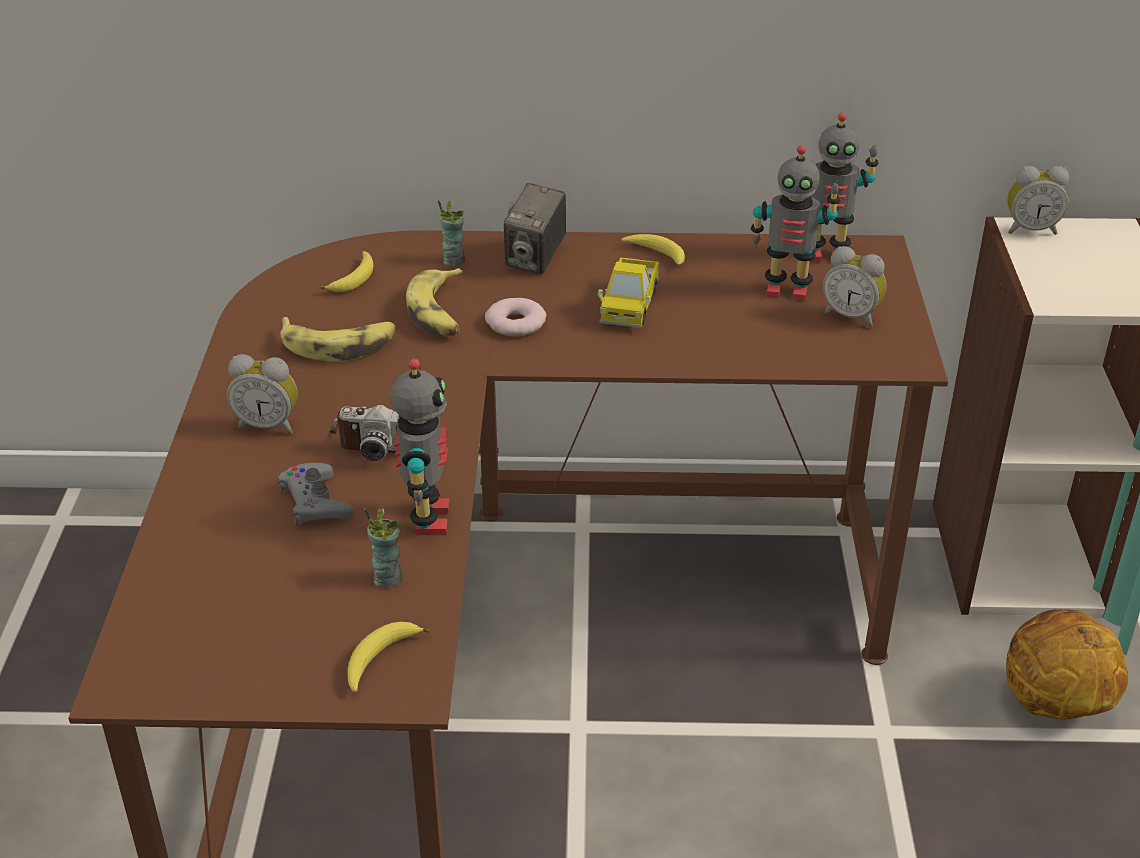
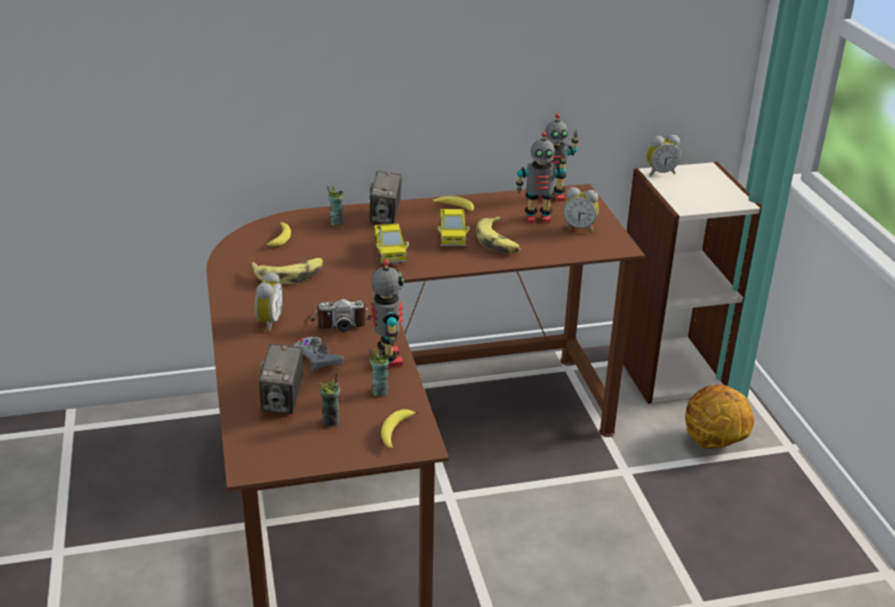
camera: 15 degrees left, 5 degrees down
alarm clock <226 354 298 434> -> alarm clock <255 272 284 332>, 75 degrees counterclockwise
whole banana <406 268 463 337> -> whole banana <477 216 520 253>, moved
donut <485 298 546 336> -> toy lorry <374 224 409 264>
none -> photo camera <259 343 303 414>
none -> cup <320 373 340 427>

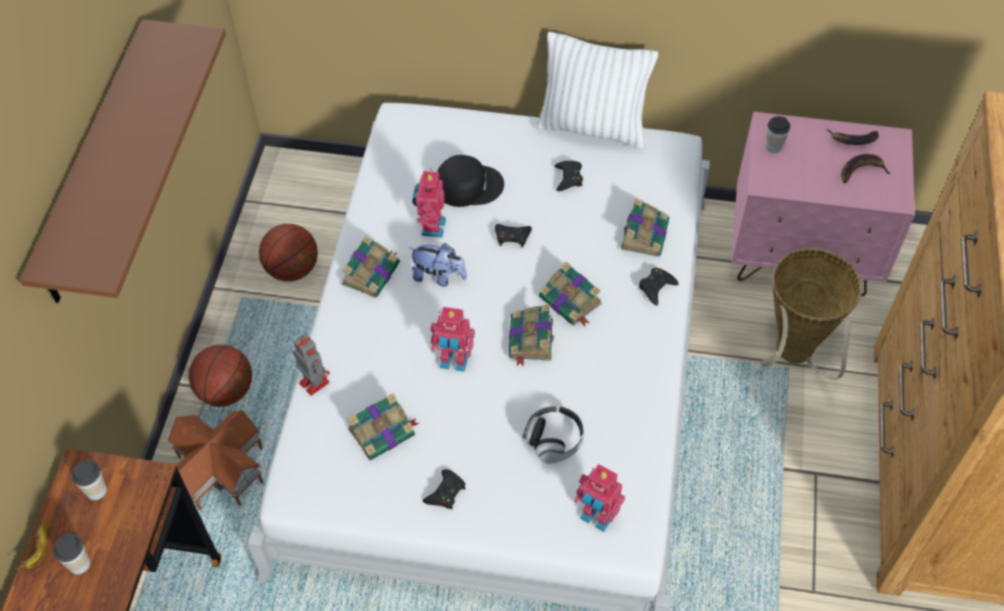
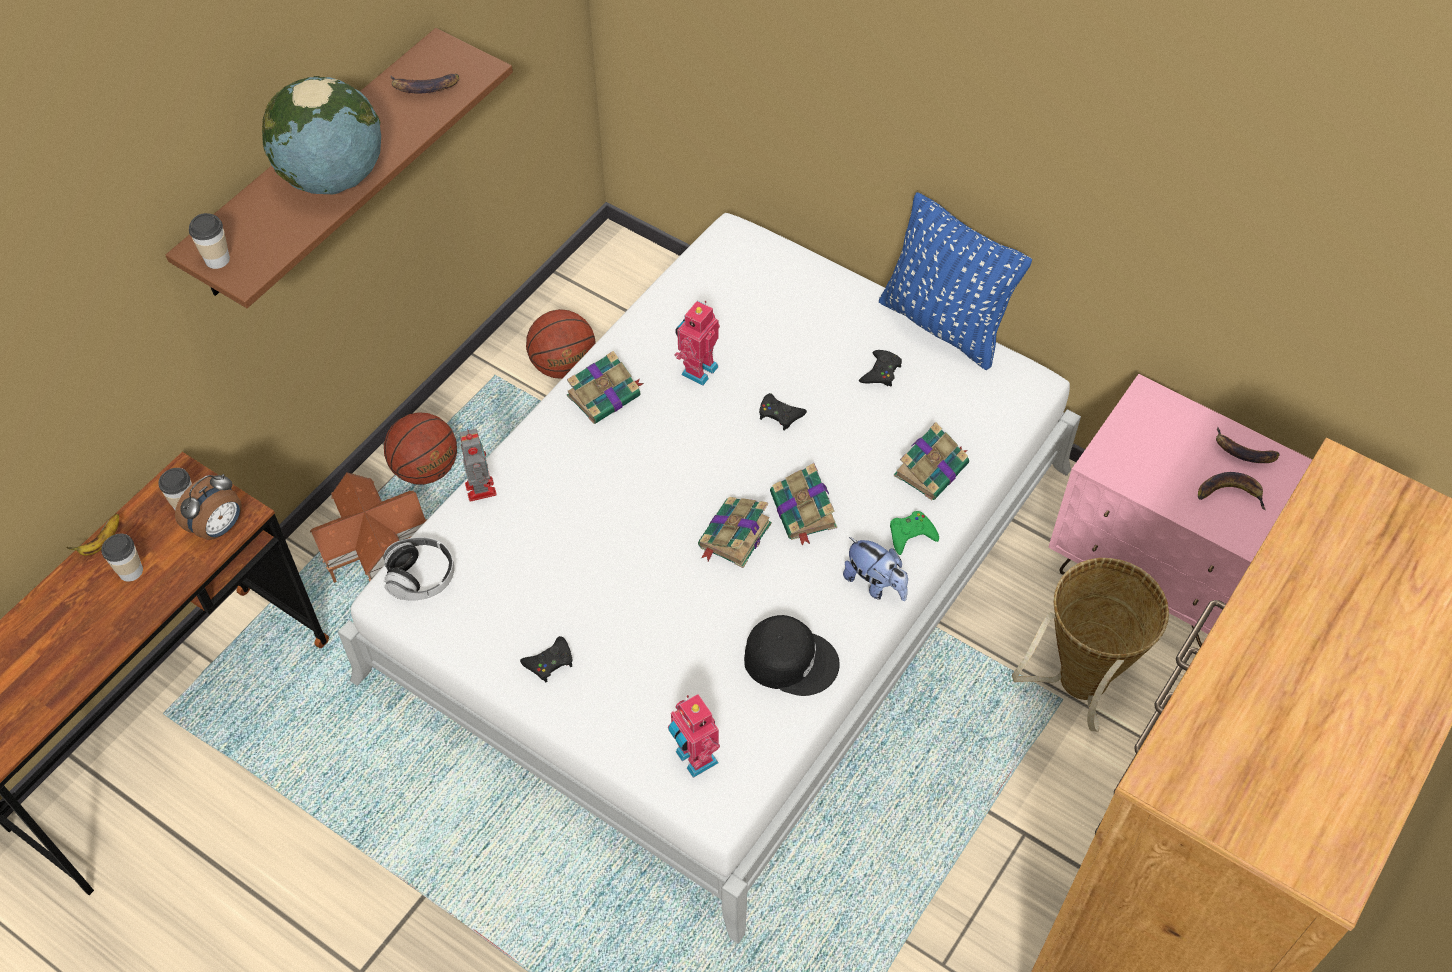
camera: 25 degrees right, 0 degrees up
book <348 393 419 460> -> none
cuddly toy <409 243 467 287> -> cuddly toy <843 537 908 601>, moved
model robot <430 307 475 372> -> none
blackish peaked cap <437 155 504 207> -> blackish peaked cap <744 615 840 696>, moved
pair of headphones <522 406 584 463> -> pair of headphones <384 537 454 601>, moved
whitish cushion <537 32 658 149> -> bluish cushion <879 192 1032 370>
blackish game controller <639 268 678 306> -> greenish game controller <890 511 939 555>
cup <765 116 790 153> -> cup <189 213 230 269>, moved
none -> alarm clock <175 474 242 540>
none -> desk globe <262 76 381 194>
none -> whole banana <391 74 459 93>

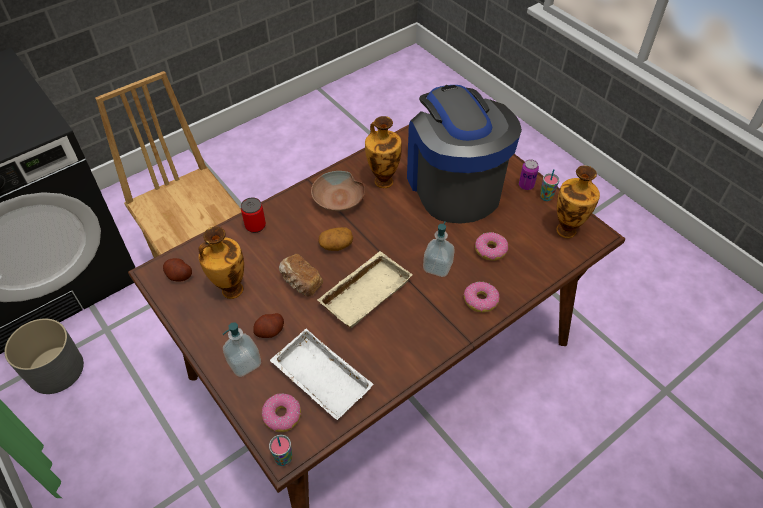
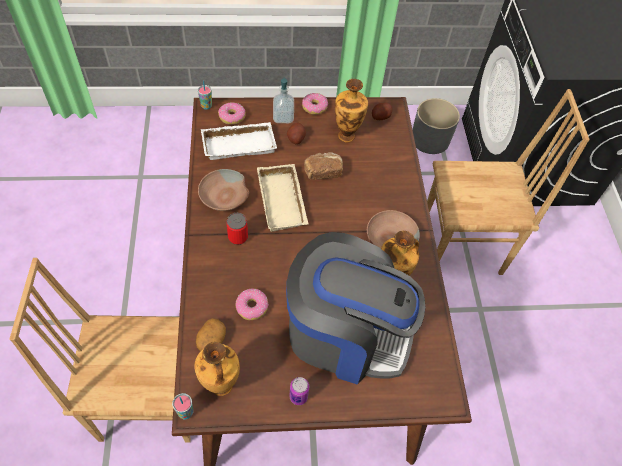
camera: 120 degrees right, 5 degrees up
sealed can <241 197 266 233> -> sealed can <226 213 248 245>, moved
potato <318 227 353 251> -> potato <196 318 226 351>, moved
liquid soap bottle <423 221 455 277> -> none
donut <464 282 500 313> -> donut <302 93 328 115>, moved
cup <540 169 559 201> -> cup <172 393 193 420>, moved
none -> brown chair <10 258 191 442>
none -> brown deep dish <198 169 249 211>

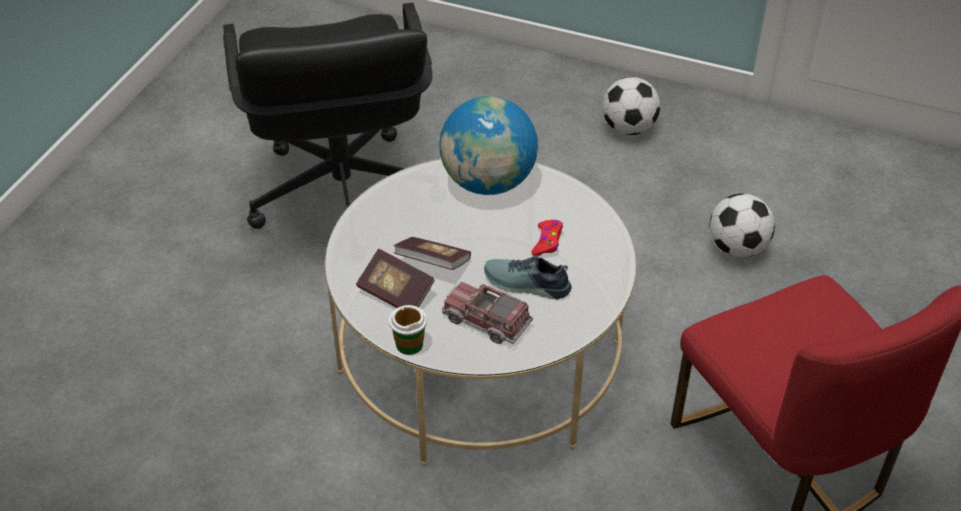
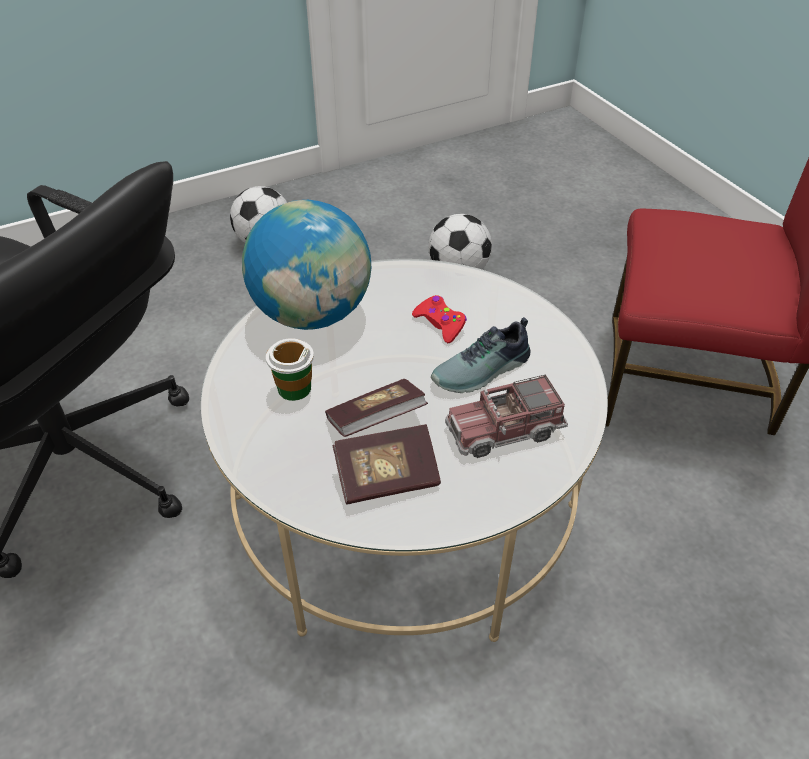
camera: 50 degrees left, 0 degrees up
cup <389 305 427 355> -> cup <266 338 314 401>, moved

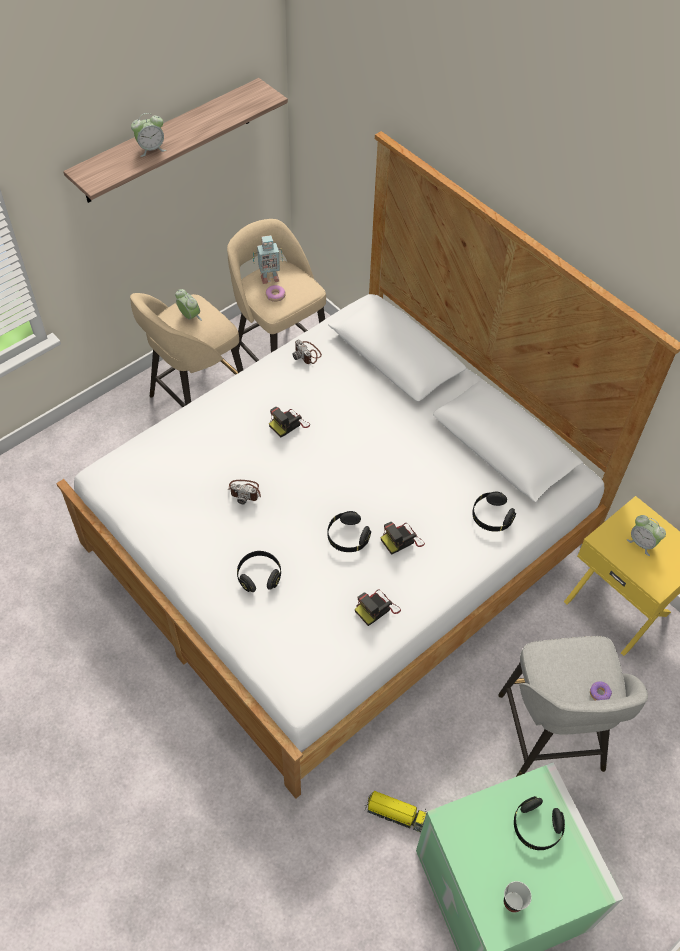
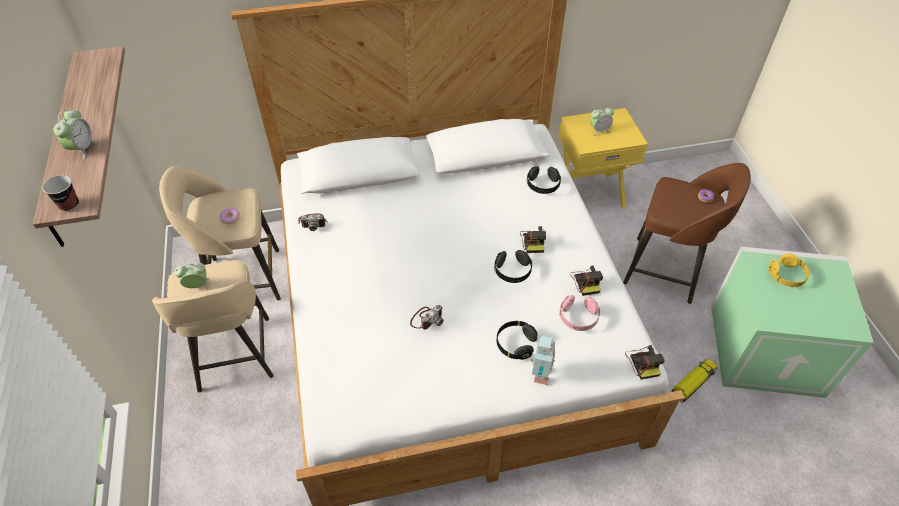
camera: 60 degrees left, 5 degrees down
model robot <253 235 283 284> -> model robot <531 336 555 385>, moved
photo camera <269 407 310 438> -> photo camera <625 345 665 380>, moved
grey stool <498 636 648 777> -> brown stool <623 163 751 304>
cup <504 881 532 913> -> cup <42 175 79 212>, moved
blackish pair of headphones <514 796 565 850> -> yellow-coloured pair of headphones <768 253 810 287>
none -> pink-coloured pair of headphones <559 295 600 331>

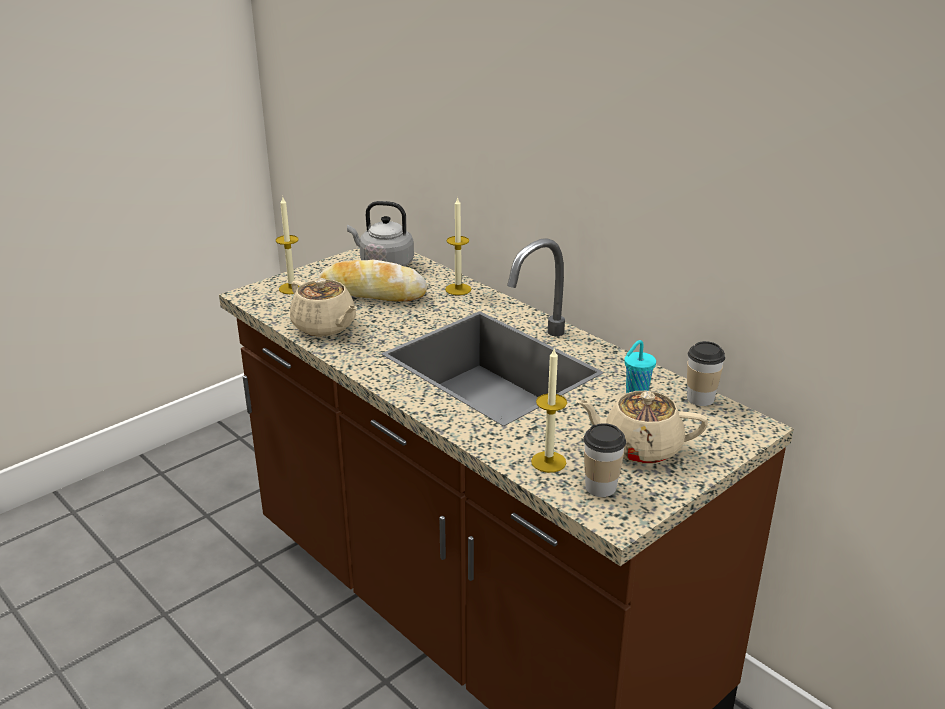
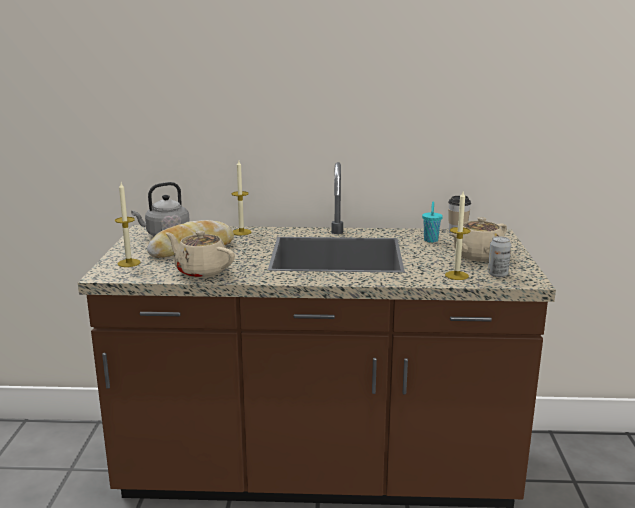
camera: 45 degrees left, 10 degrees down
sand-coloured tea pot <290 278 357 337> -> sand-coloured tea pot <165 231 235 278>, 150 degrees counterclockwise
cup <583 423 626 497> -> sealed can <488 236 511 277>

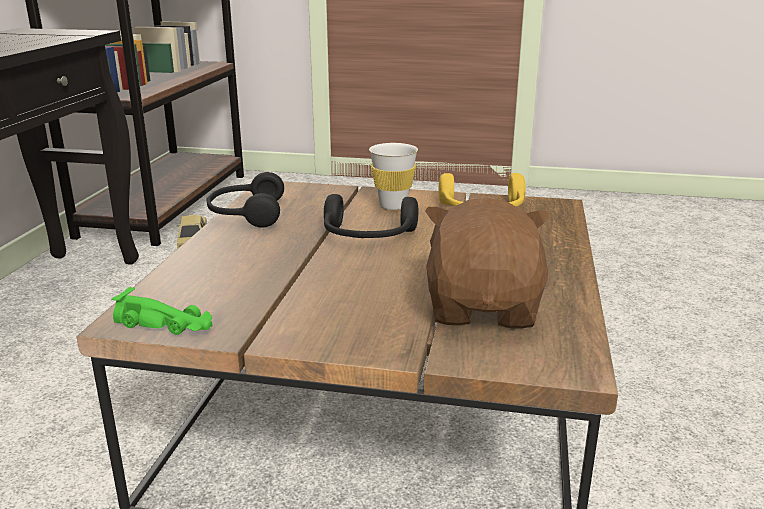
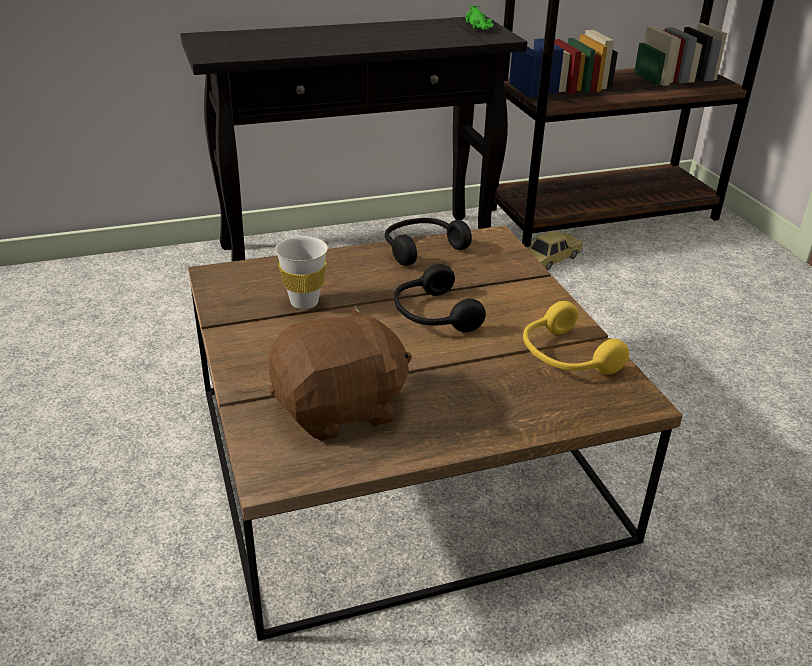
camera: 60 degrees right, 10 degrees up
greenish miniature car <111 287 212 335> -> greenish miniature car <465 5 494 30>, moved
whitish cup <369 143 418 210> -> whitish cup <275 236 328 309>, moved

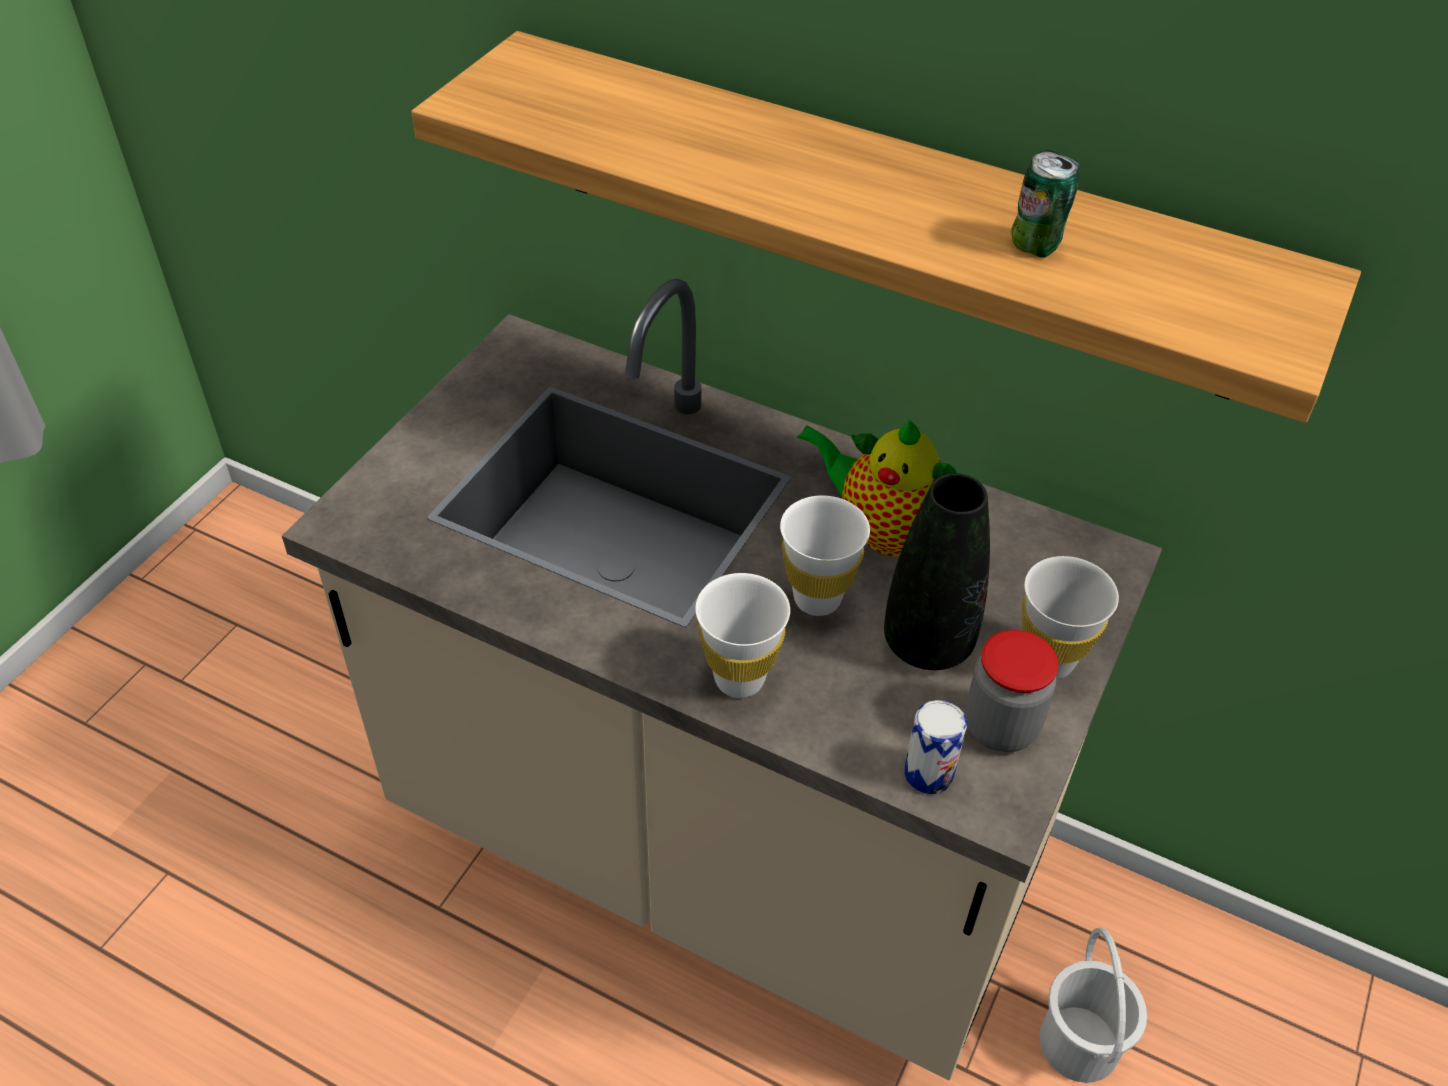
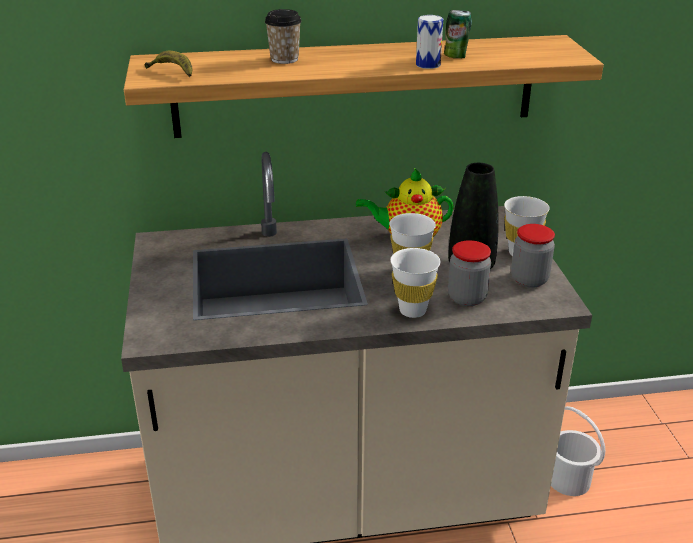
camera: 35 degrees left, 15 degrees down
sealed can <904 700 967 794> -> sealed can <416 15 443 69>, moved
none -> whole banana <144 51 192 77>
none -> cup <265 9 302 64>
none -> storage jar <448 240 491 306>

